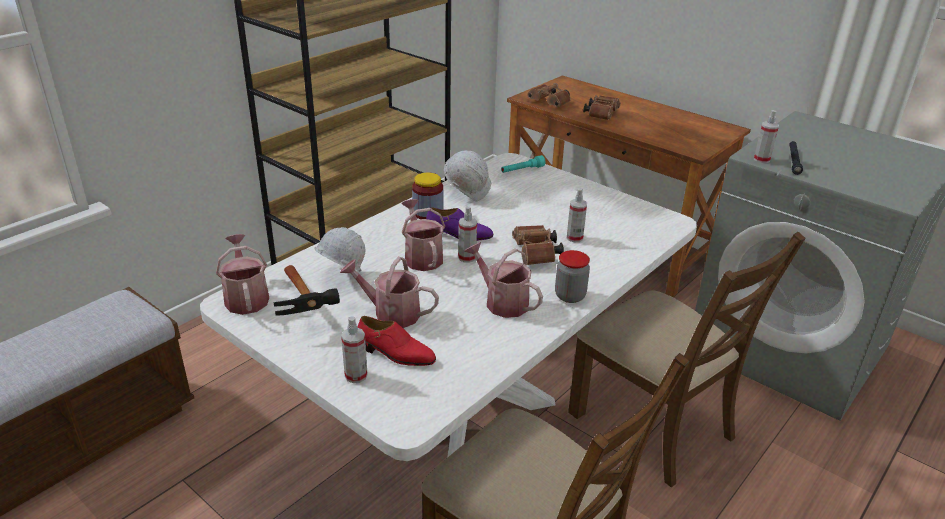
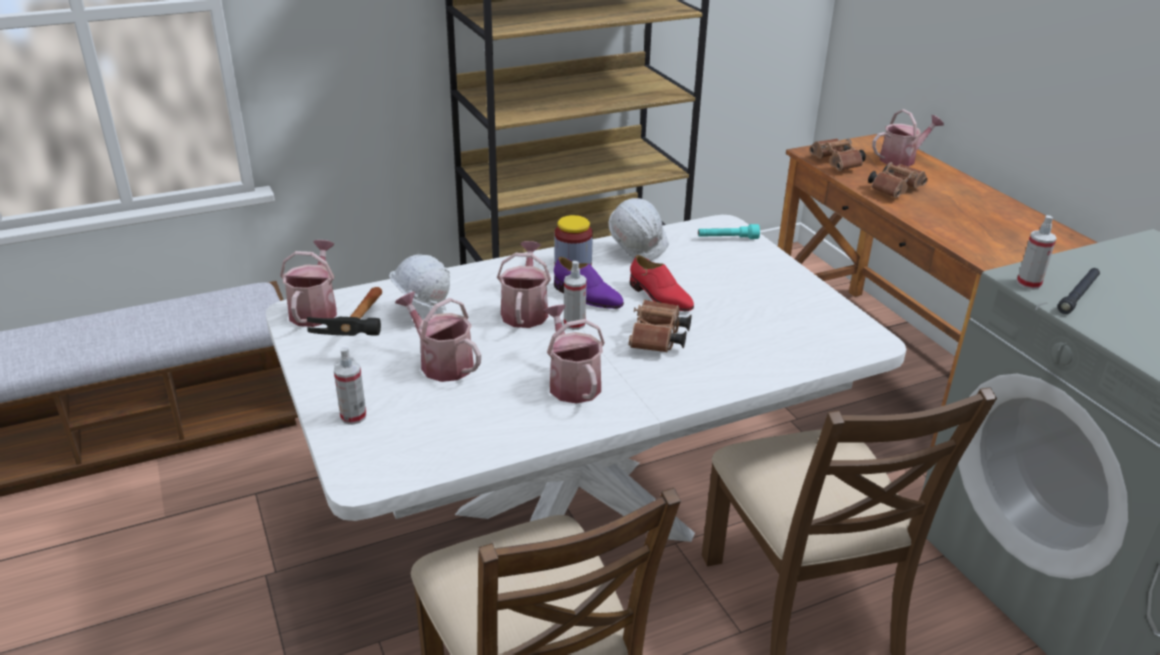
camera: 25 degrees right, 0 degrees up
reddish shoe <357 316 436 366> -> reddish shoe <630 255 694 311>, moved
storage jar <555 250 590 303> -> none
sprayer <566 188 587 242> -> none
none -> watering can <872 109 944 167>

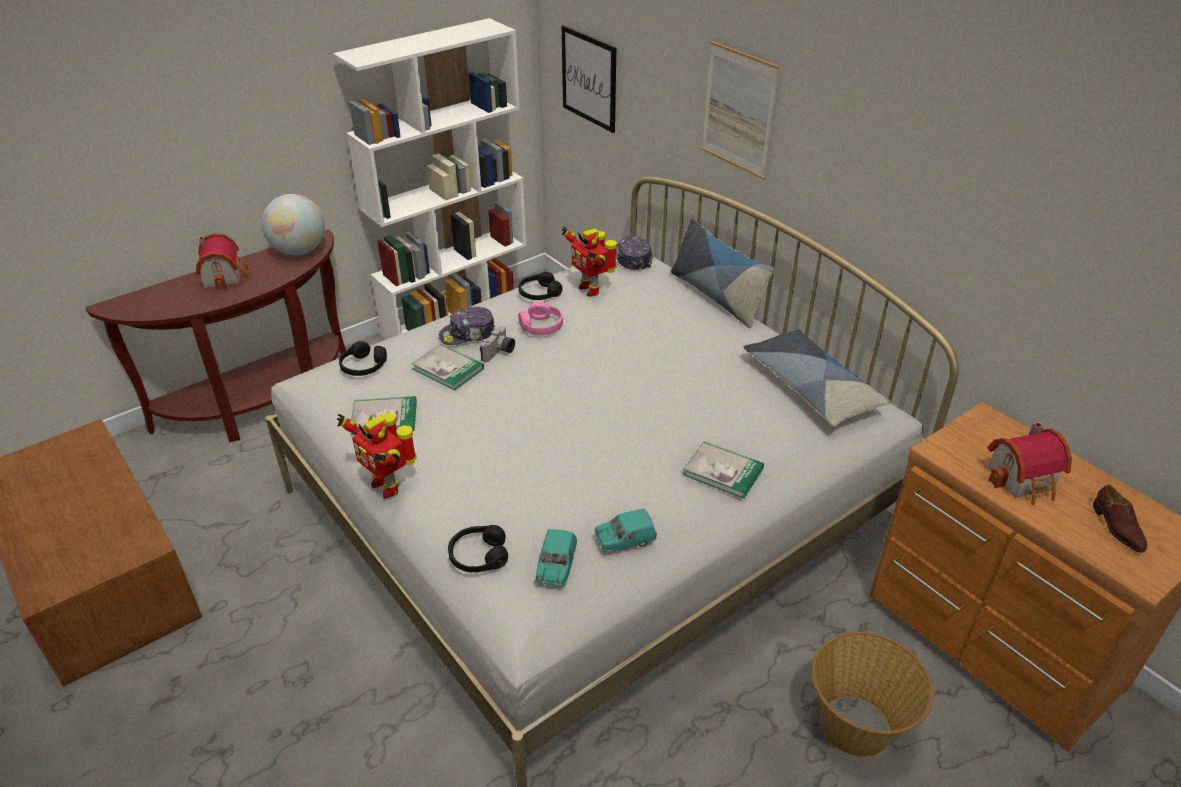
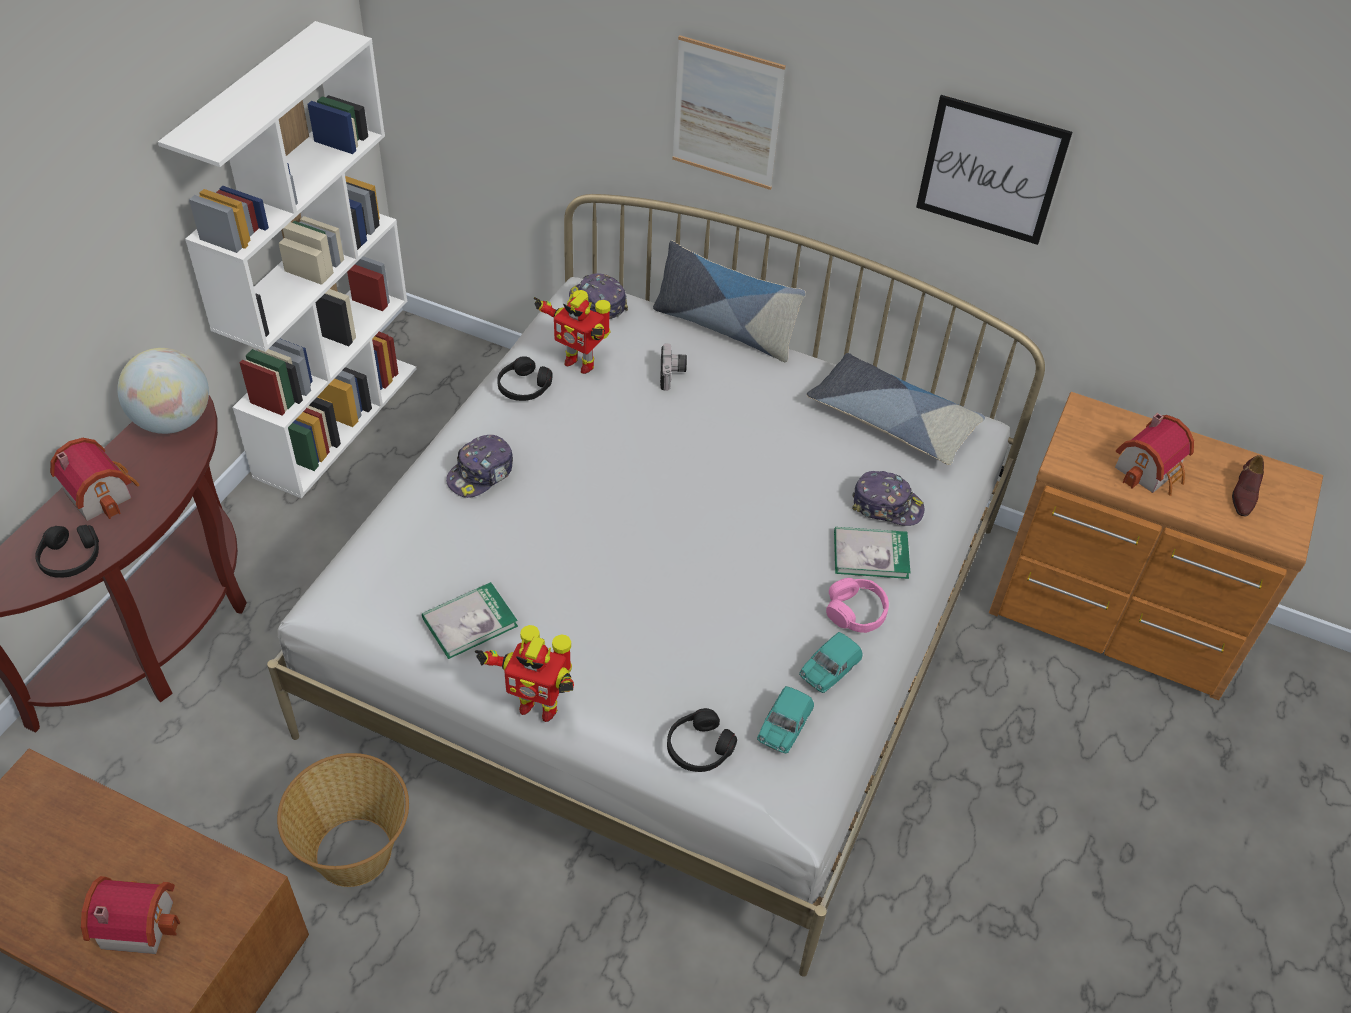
camera: 30 degrees left, 10 degrees up
blackish pair of headphones <339 341 387 376> -> blackish pair of headphones <35 525 99 578>, moved
book <411 344 484 391> -> none
photo camera <480 326 515 362> -> photo camera <660 343 687 391>, moved
pink-coloured pair of headphones <518 302 563 335> -> pink-coloured pair of headphones <826 578 889 633>, moved
turquoise-coloured miniature car <535 529 577 586> -> turquoise-coloured miniature car <757 686 814 753>, 45 degrees clockwise
wall picture <562 25 616 133> -> wall picture <916 95 1073 245>, moved
basket <812 632 934 757> -> basket <277 753 409 887>, moved
brown shoe <1093 484 1147 552> -> brown shoe <1232 455 1264 516>, 60 degrees clockwise
none -> toy house <81 876 180 954>
none -> peaked cap <852 471 924 526>

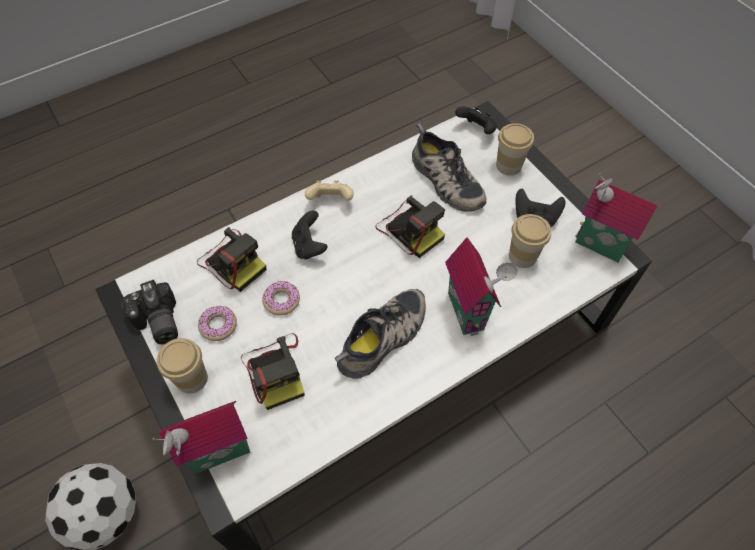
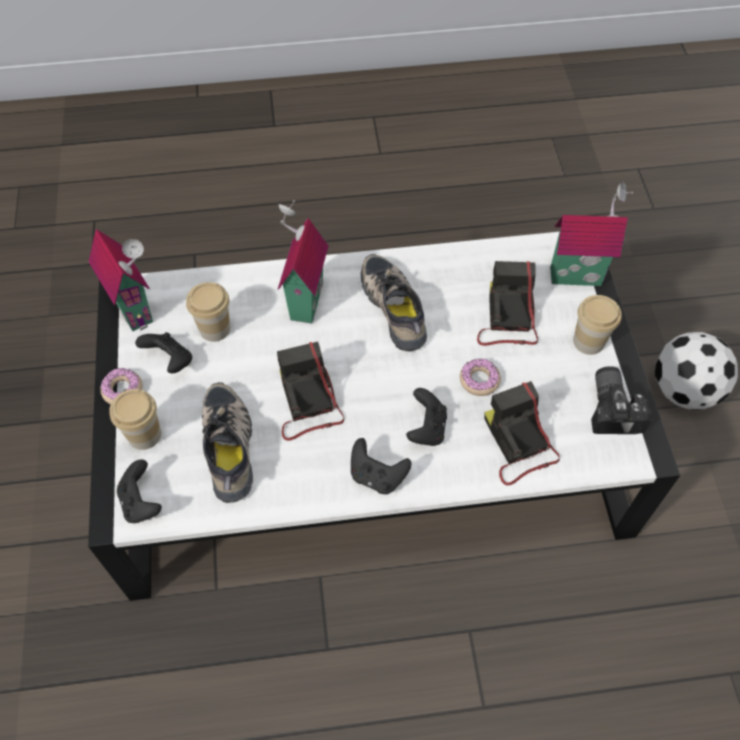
camera: 155 degrees left, 0 degrees up
donut <198 306 237 341> -> donut <100 368 143 405>, moved
sand-coloured game controller <305 181 354 201> -> blackish game controller <351 438 411 494>
shoe <335 288 426 379> -> shoe <361 254 427 352>, 90 degrees clockwise

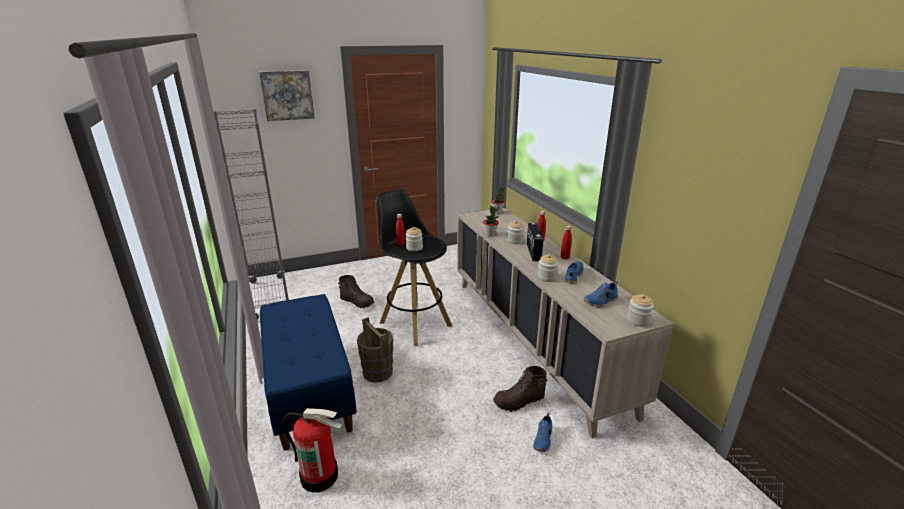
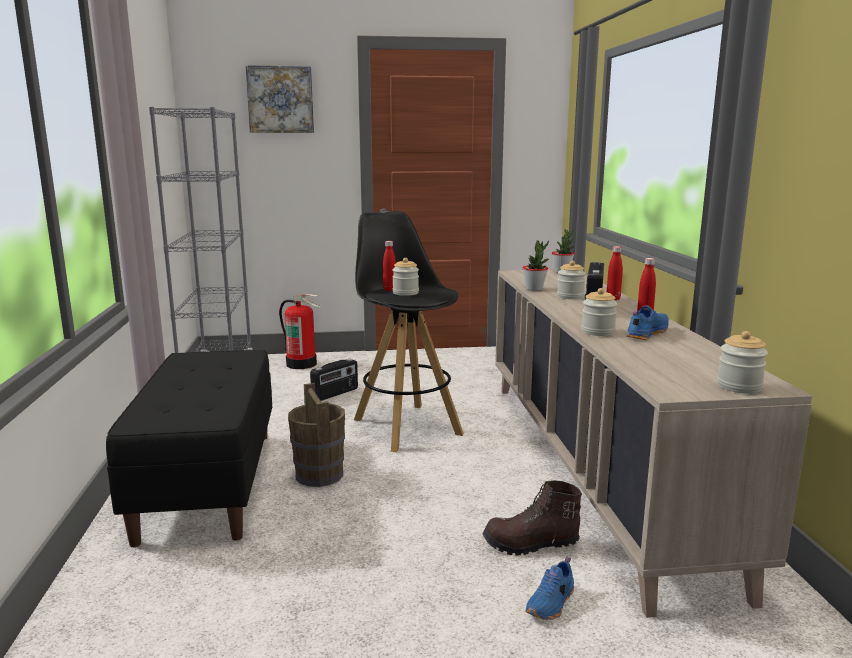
camera: 15 degrees right, 10 degrees down
bluish long seat <260 294 357 451> -> blackish long seat <106 350 272 547>
extinguisher <283 408 342 492> -> extinguisher <279 294 320 369>, moved
brown tall boot <338 275 374 308> -> radio set <310 359 358 401>
bluish shoe <584 281 618 307> -> none

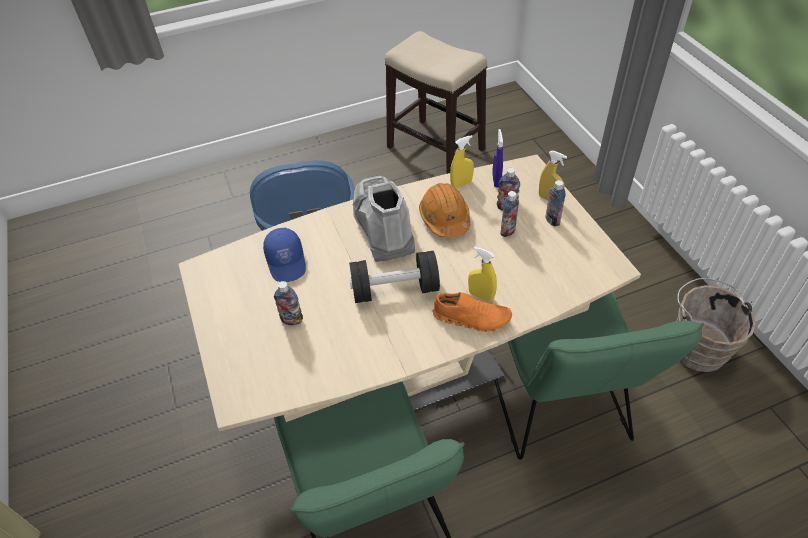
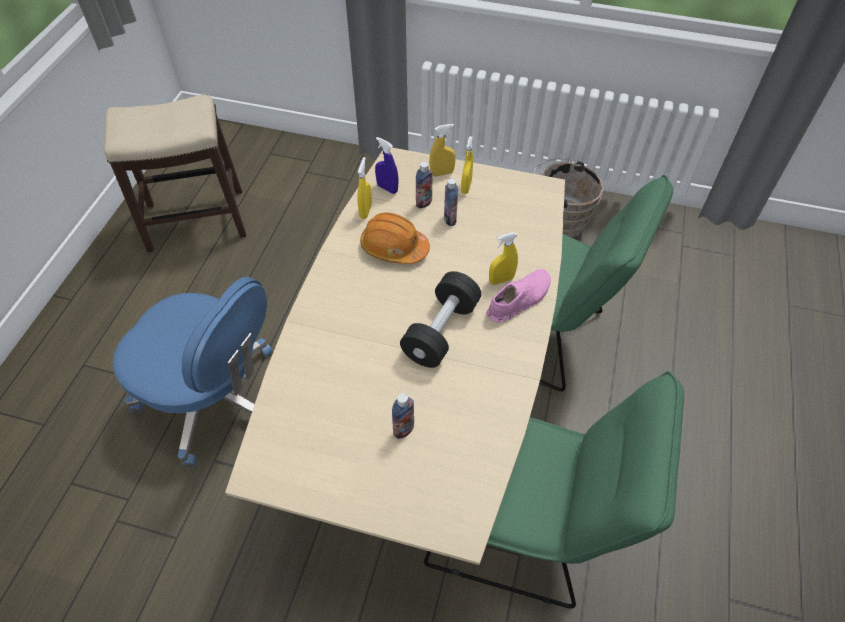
camera: 55 degrees left, 5 degrees up
bluish peaked cap <263 228 306 282> -> none
grey tall boot <353 175 415 262> -> none
orangey shoe <433 292 512 332> -> pink-coloured shoe <486 269 551 323>
beverage bottle <545 180 565 227> -> yellow-coloured sprayer <461 136 473 194>

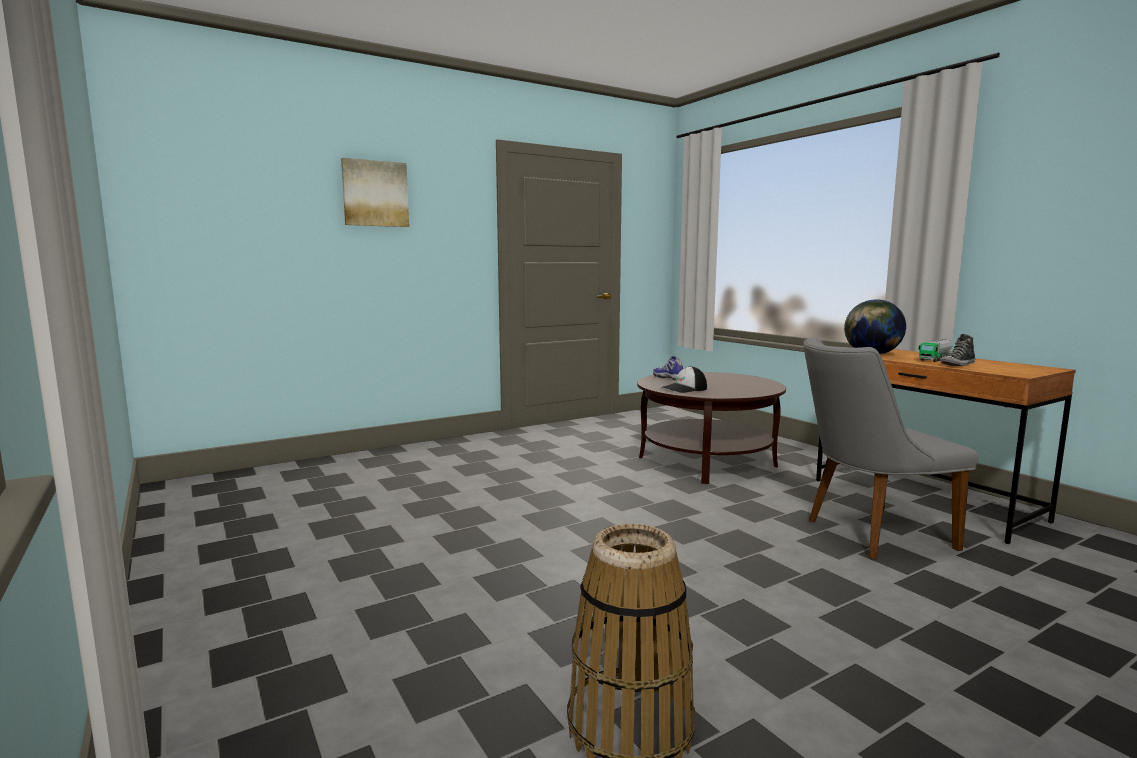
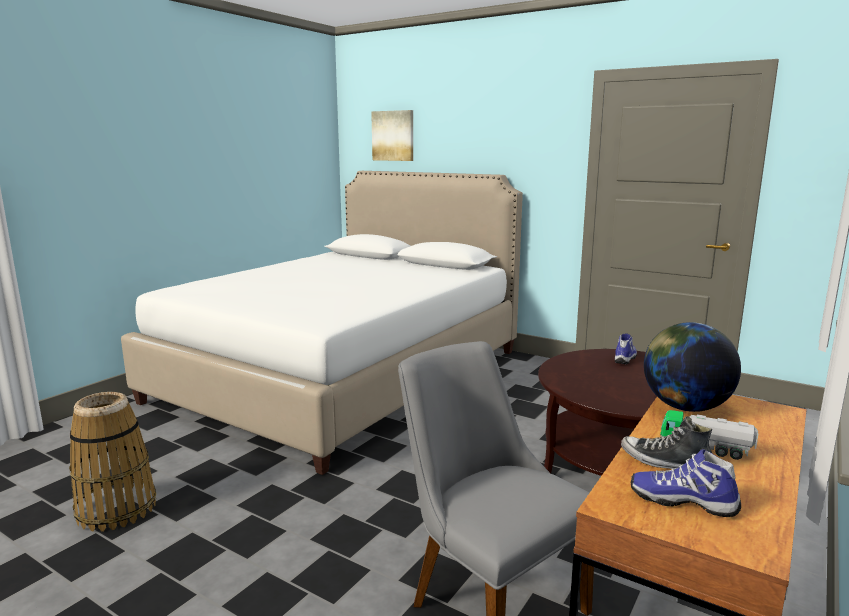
camera: 65 degrees right, 5 degrees up
wall picture <341 158 409 227> -> wall picture <371 110 413 161>, moved
peaked cap <662 366 707 393> -> none
none -> whitish sleeping bed <121 171 523 475>
none -> shoe <631 449 741 517>

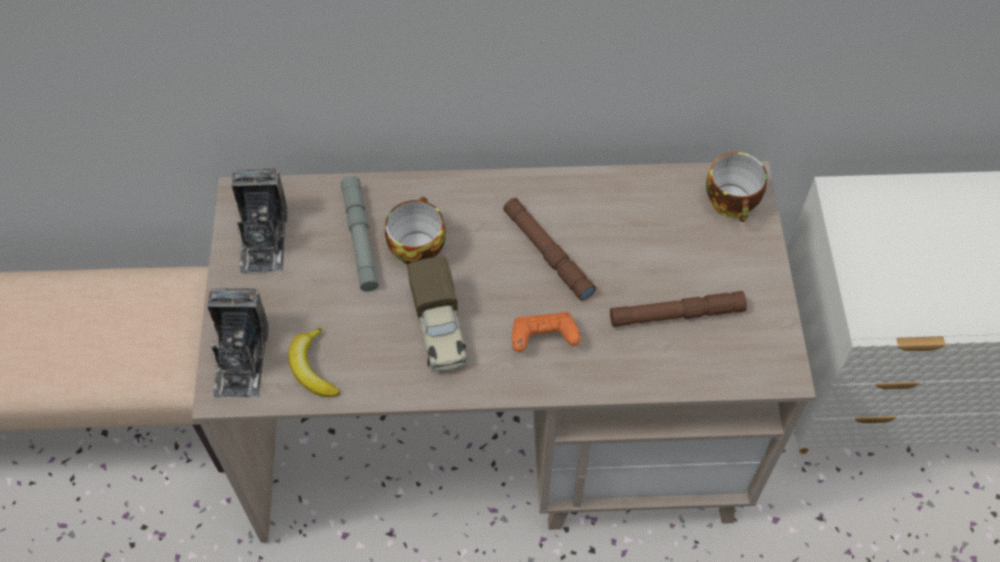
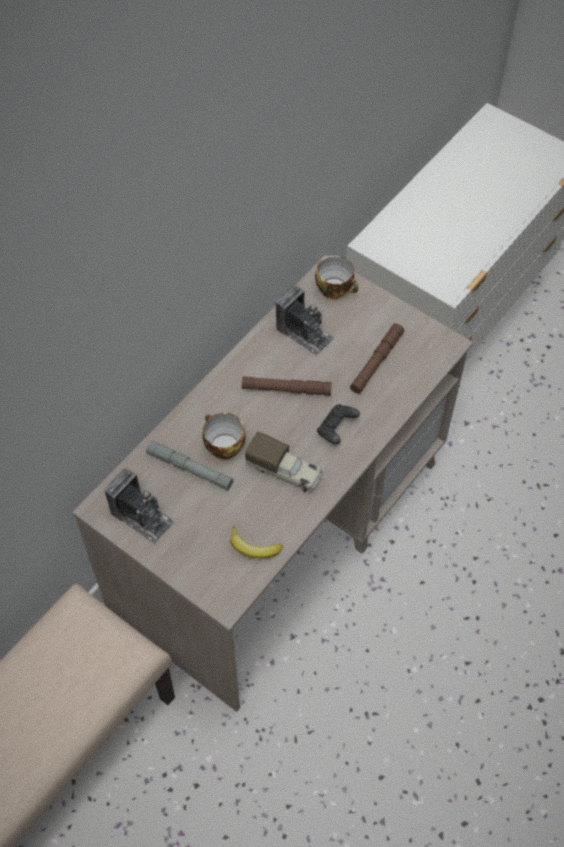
camera: 50 degrees left, 0 degrees up
photo camera <207 288 269 398> -> photo camera <276 285 334 356>, moved
orangey game controller <512 312 581 352> -> blackish game controller <317 404 360 445>

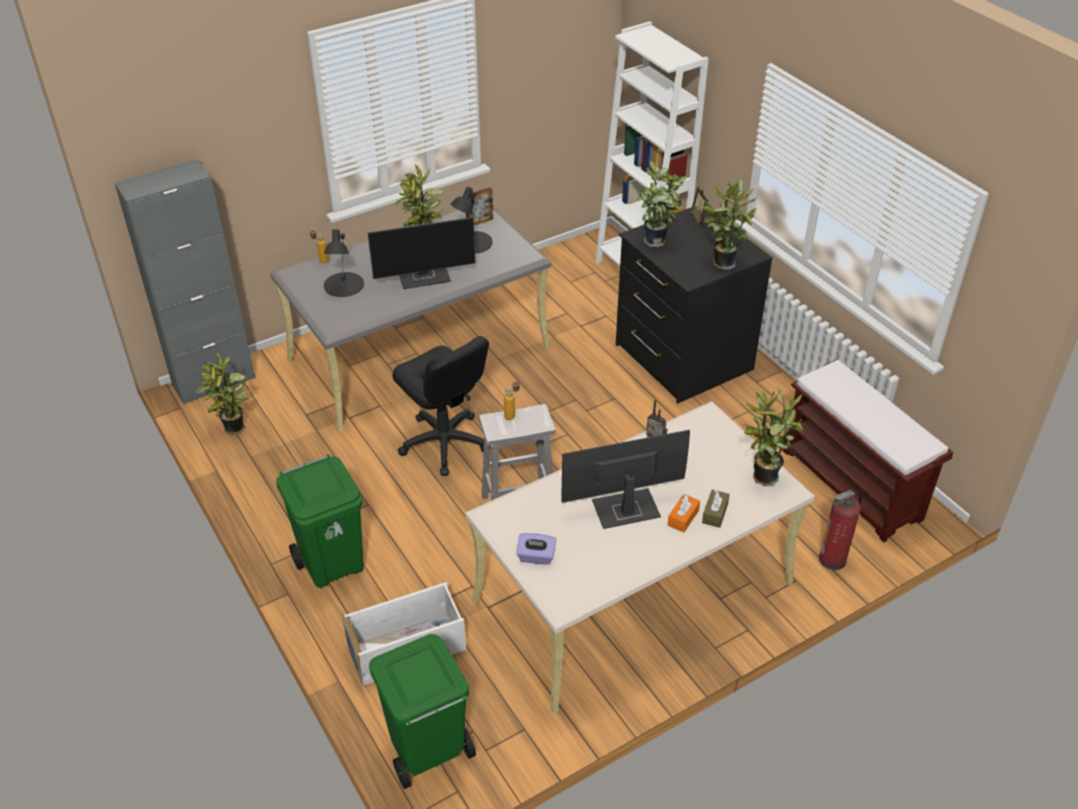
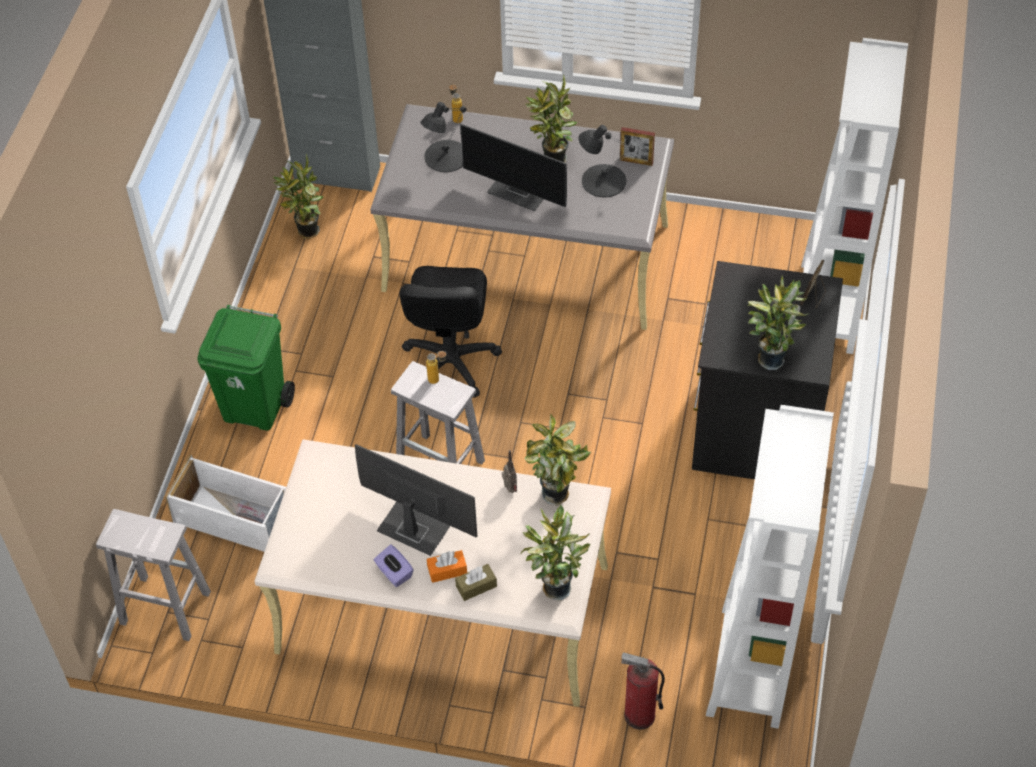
camera: 45 degrees right, 10 degrees up
greenish rubbish bin <369 634 476 789> -> whitish stool <96 509 211 641>
purple-coloured tissue holder <516 533 556 565> -> purple-coloured tissue holder <374 545 414 587>, moved
potted plant <637 160 687 247> -> potted plant <525 414 591 506>, moved
brown long seat <783 359 953 542> -> whitish bookshelf <706 405 834 729>

